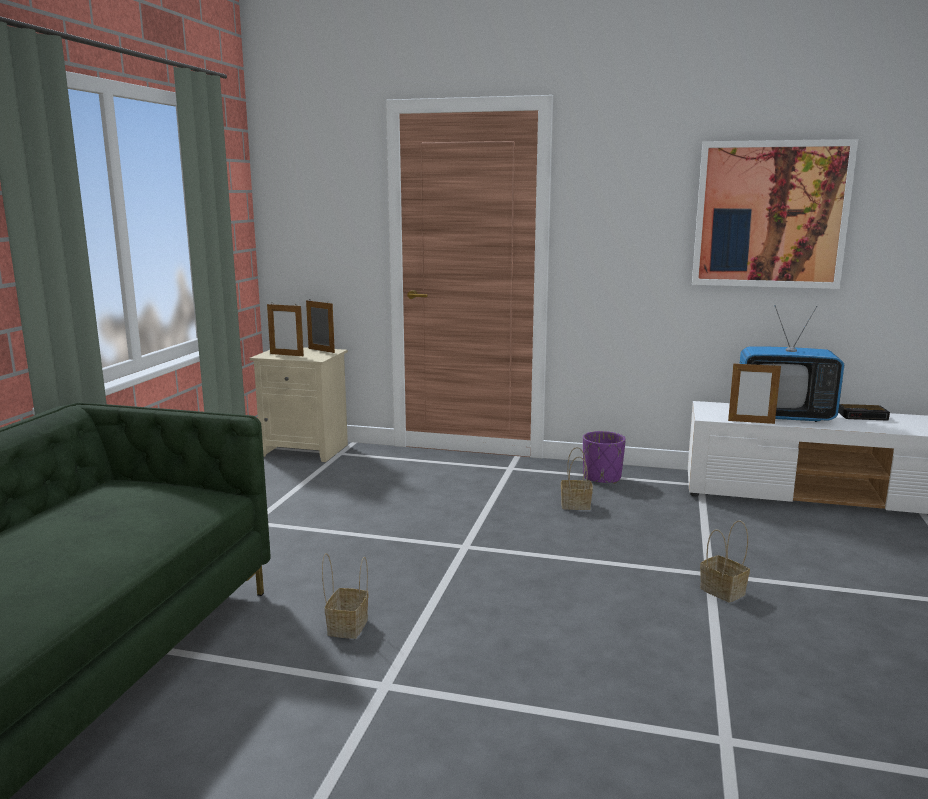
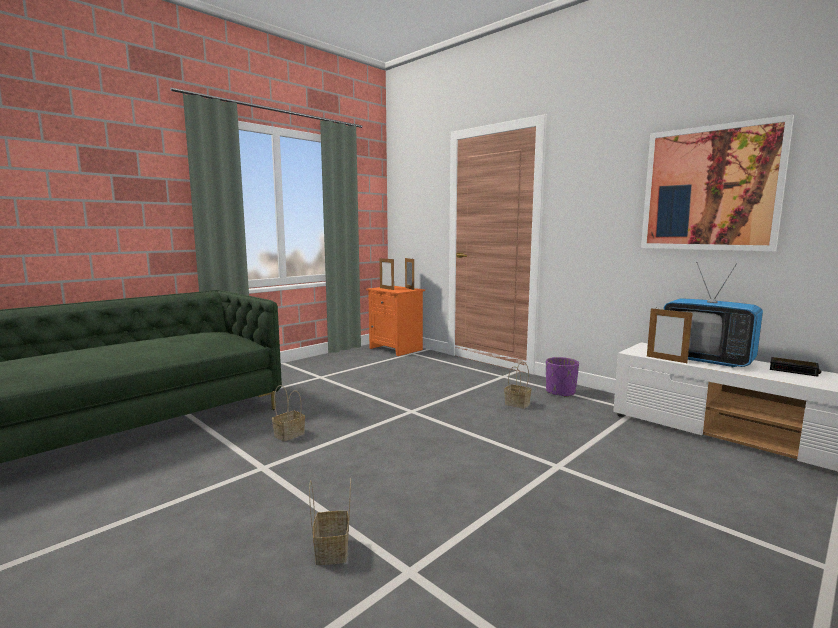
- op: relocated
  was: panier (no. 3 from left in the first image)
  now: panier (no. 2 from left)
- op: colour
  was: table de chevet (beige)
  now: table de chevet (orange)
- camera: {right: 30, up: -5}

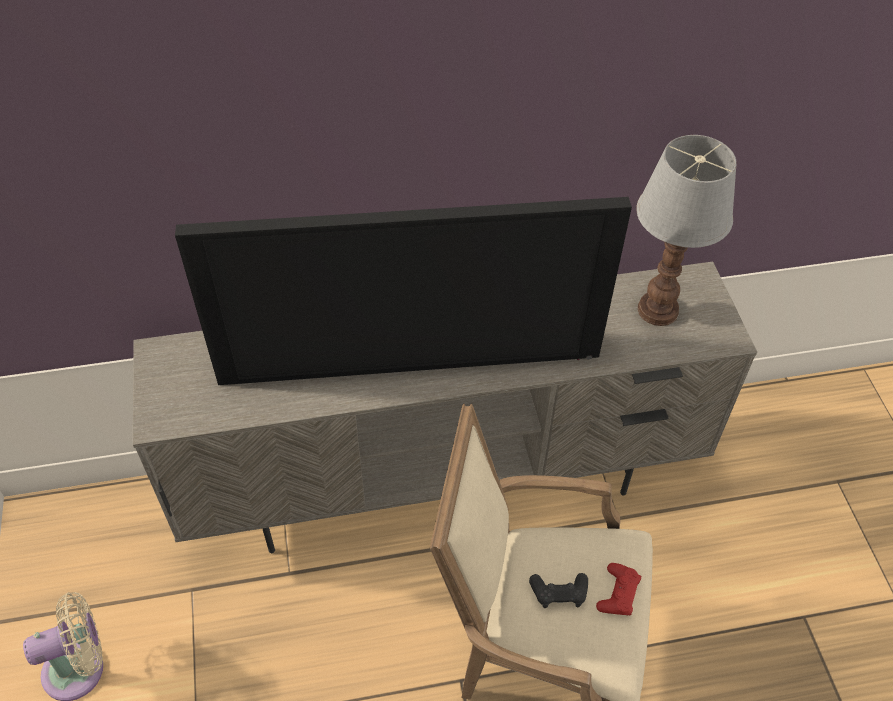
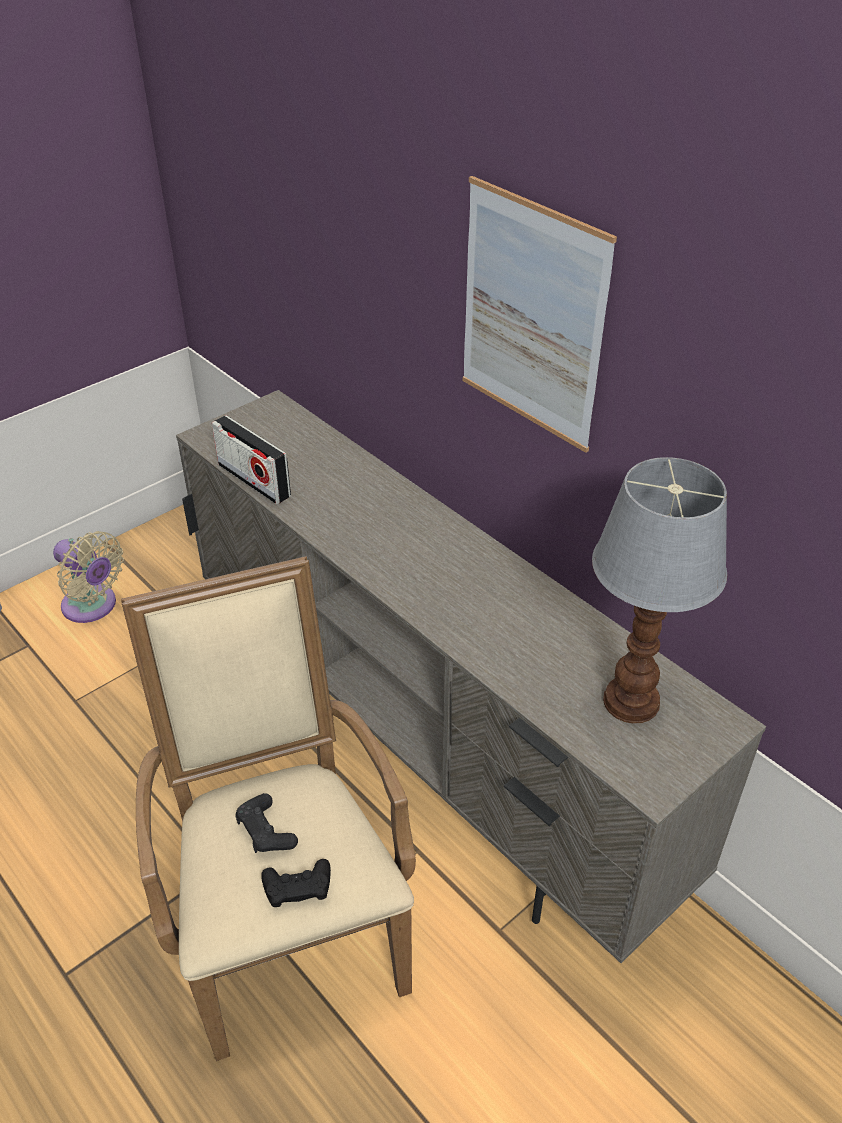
- op: appeared
  now: radio
- op: colour
  was: manette (rouge)
  now: manette (noir) (no. 2 from left)
- op: appeared
  now: tableau
- op: missing
  was: téléviseur
- camera: {right: 60, up: -10}

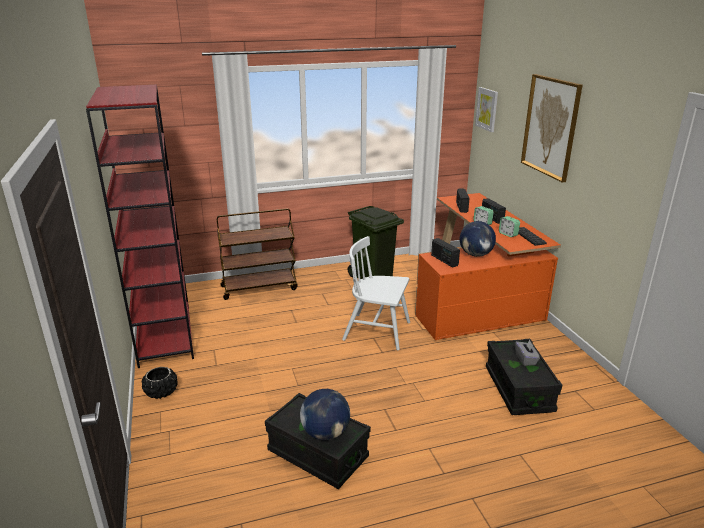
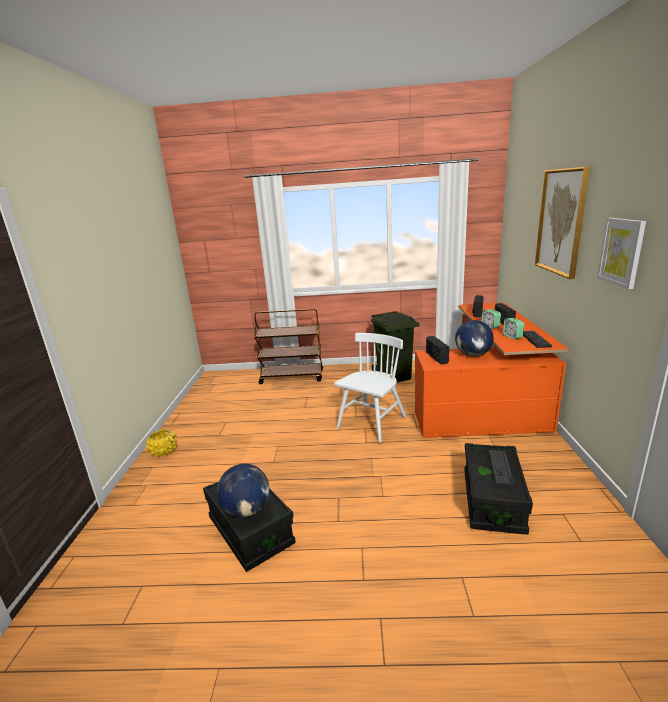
- op: colour
  was: cache-pot (noir)
  now: cache-pot (jaune)
- op: spun
  was: chaise (blanc)
  clockwise: 90
- op: exchanged
  was: boîte à mouchoirs (gris)
  now: clavier (no. 1 from left)
- op: relocated
  was: tableau (no. 1 from left in the first image)
  now: tableau (no. 2 from left)
- op: missing
  was: bibliothèque (rouge)
- camera: {right: 20, up: -5}

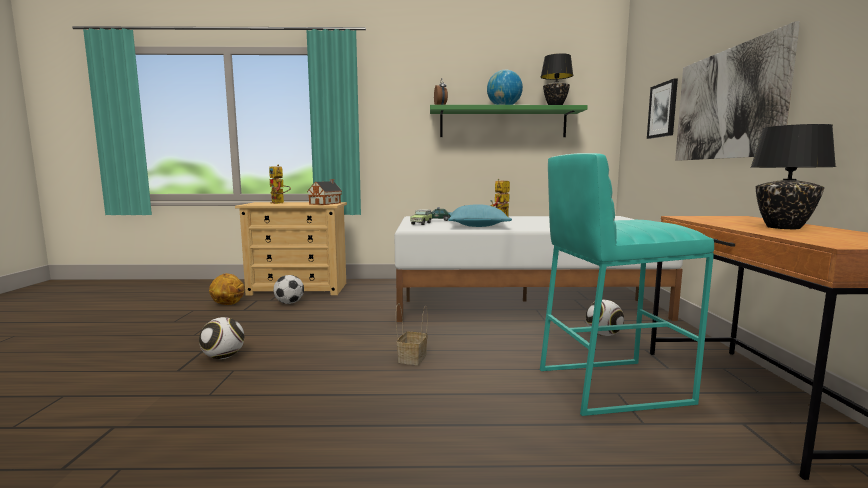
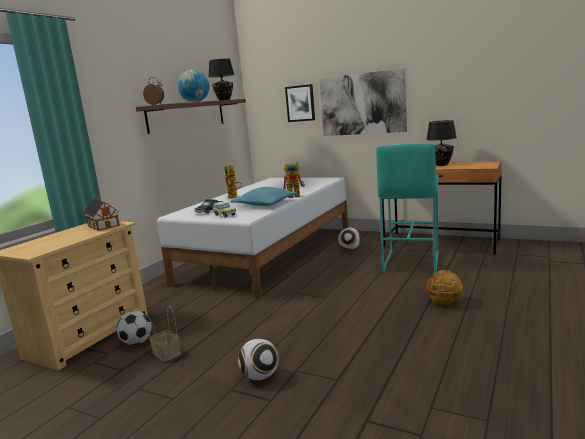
- op: colour
  was: étagère (vert)
  now: étagère (marron)
- op: relocated
  was: panier
- op: relocated
  was: robot jouet (no. 1 from left in the first image)
  now: robot jouet (no. 2 from left)
- op: relocated
  was: ballon de basket
- camera: {right: -60, up: 5}

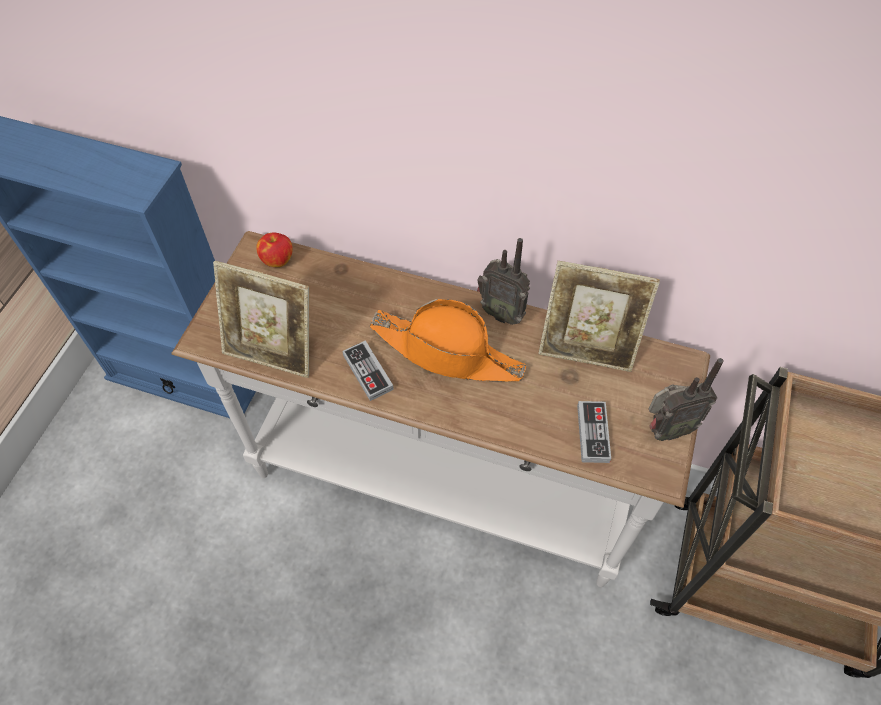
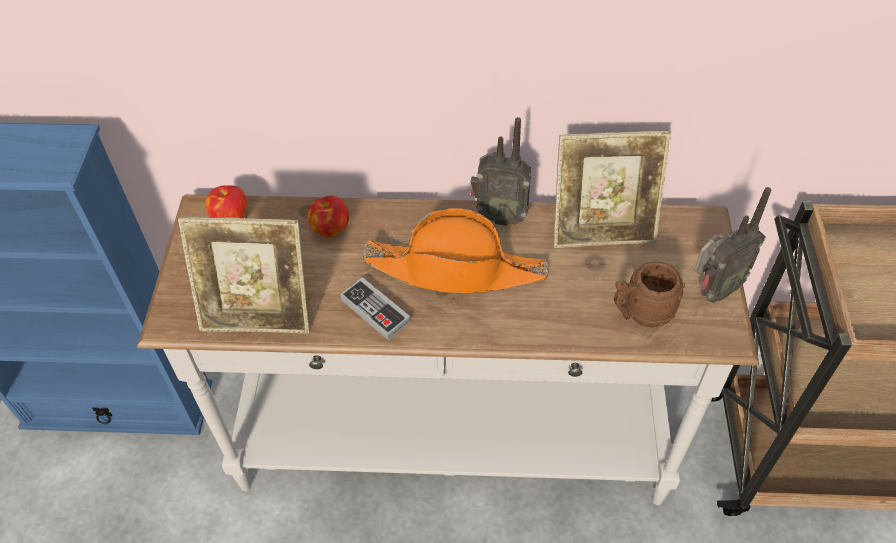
- op: appeared
  now: pomme (no. 2 from left)
- op: exchanged
  was: manette (no. 2 from left)
  now: mug (marron)
- camera: {right: -15, up: -5}

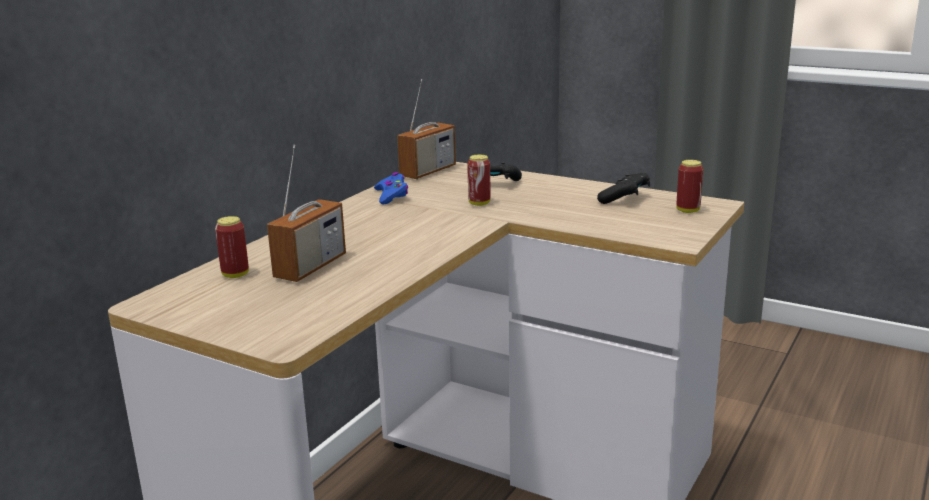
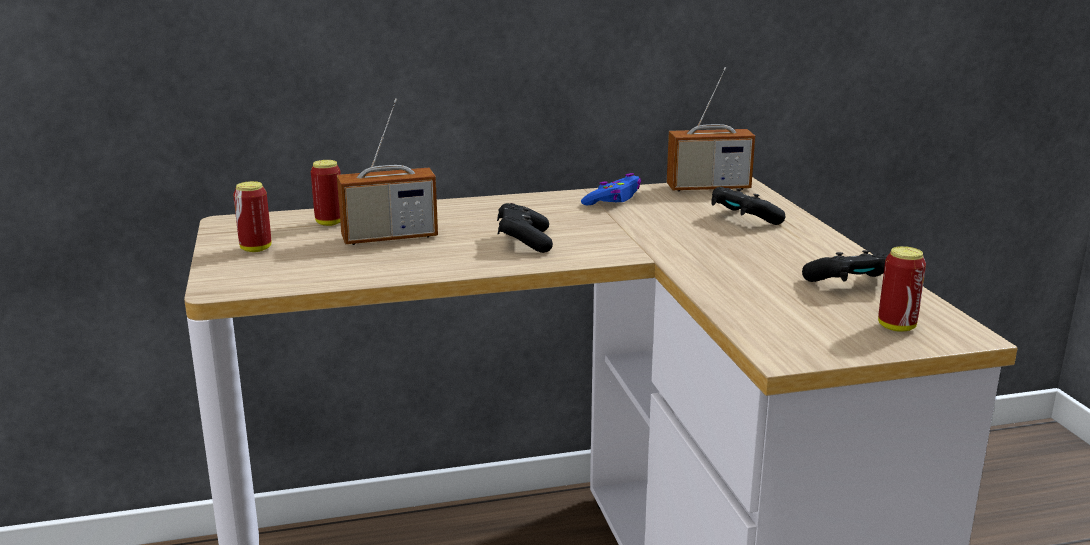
- op: relocated
  was: boîte métallique (no. 2 from left in the first image)
  now: boîte métallique (no. 1 from left)
- op: appeared
  now: manette (noir) (no. 1 from left)
- camera: {right: 45, up: 0}

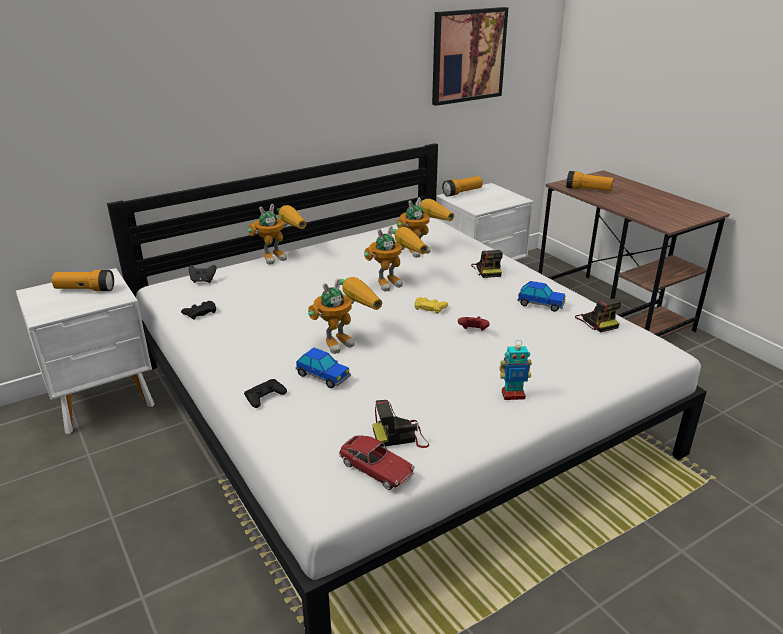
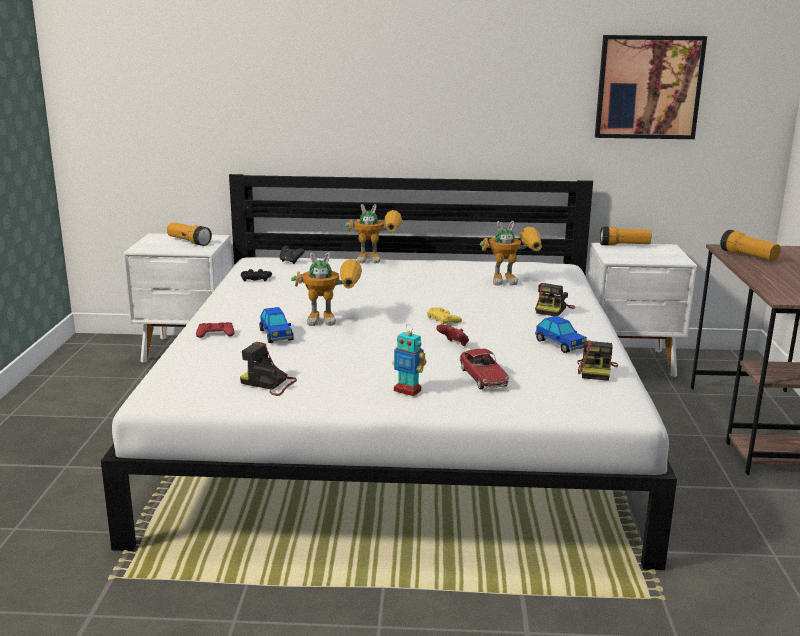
- op: colour
  was: manette (noir) (no. 3 from left)
  now: manette (rouge) (no. 1 from left)
- op: relocated
  was: petite voiture (no. 2 from left)
- op: missing
  was: robot jouet (no. 3 from left)
- camera: {right: 35, up: -10}

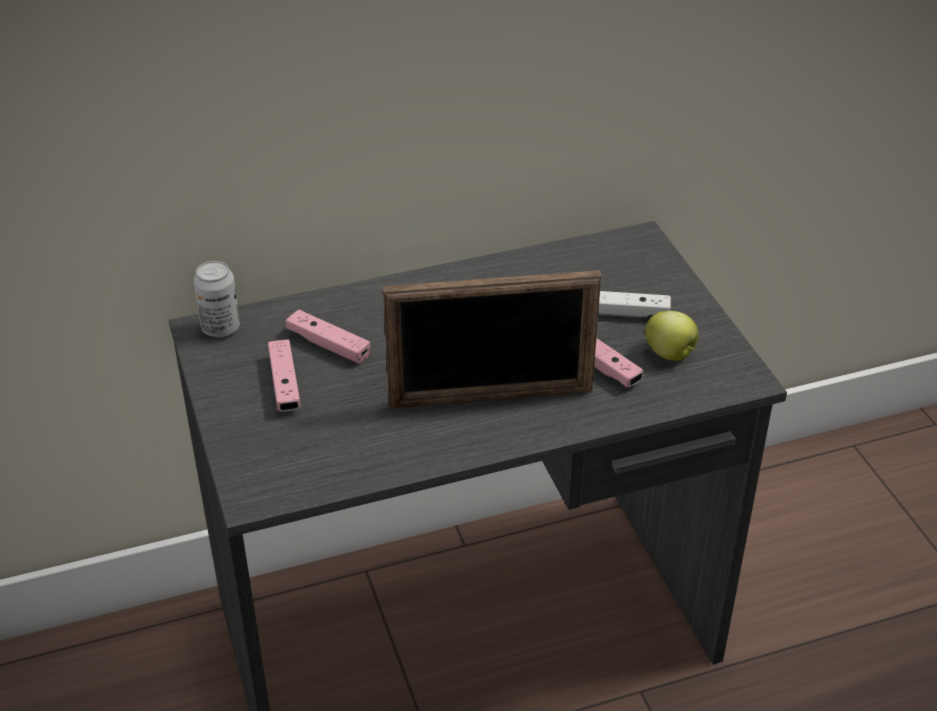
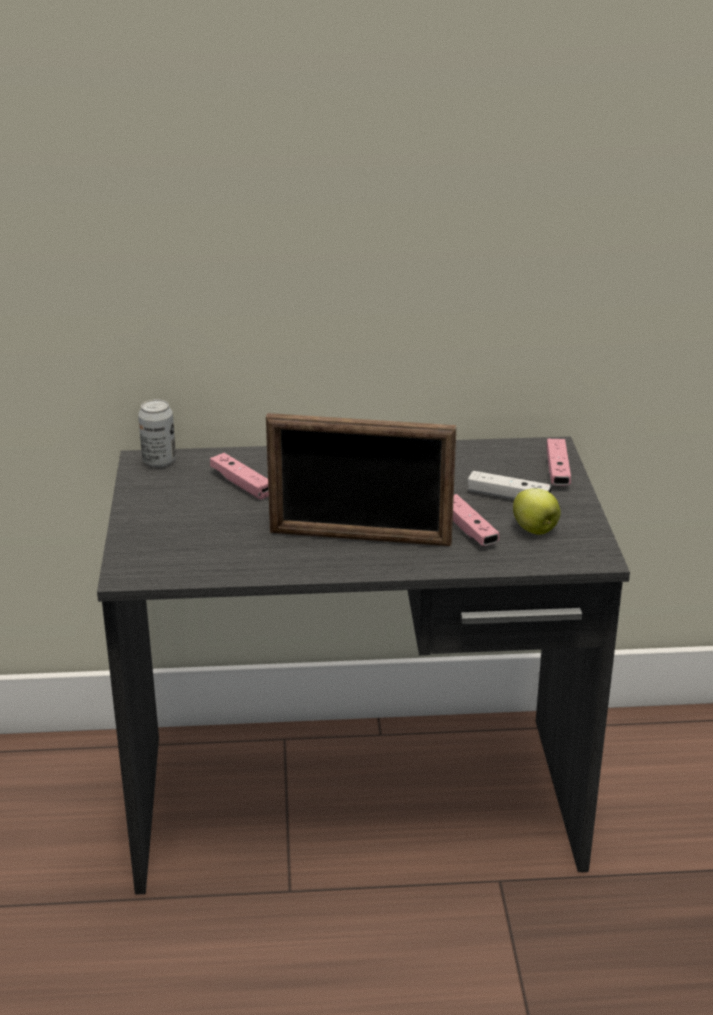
- op: relocated
  was: manette (rose) (no. 1 from left in the first image)
  now: manette (rose) (no. 3 from left)
- camera: {right: 15, up: -10}

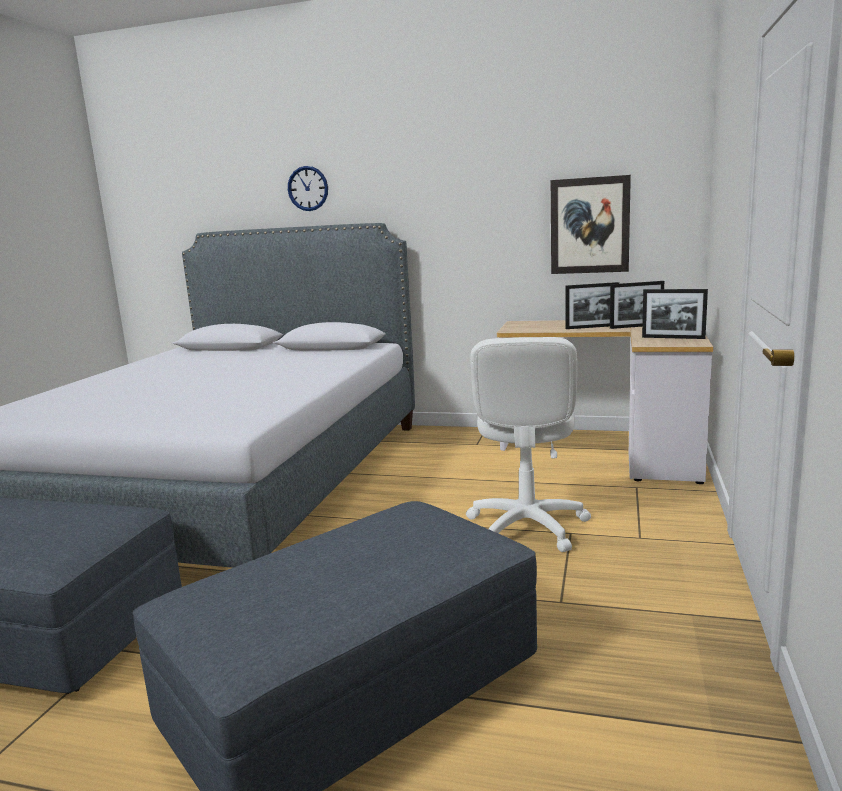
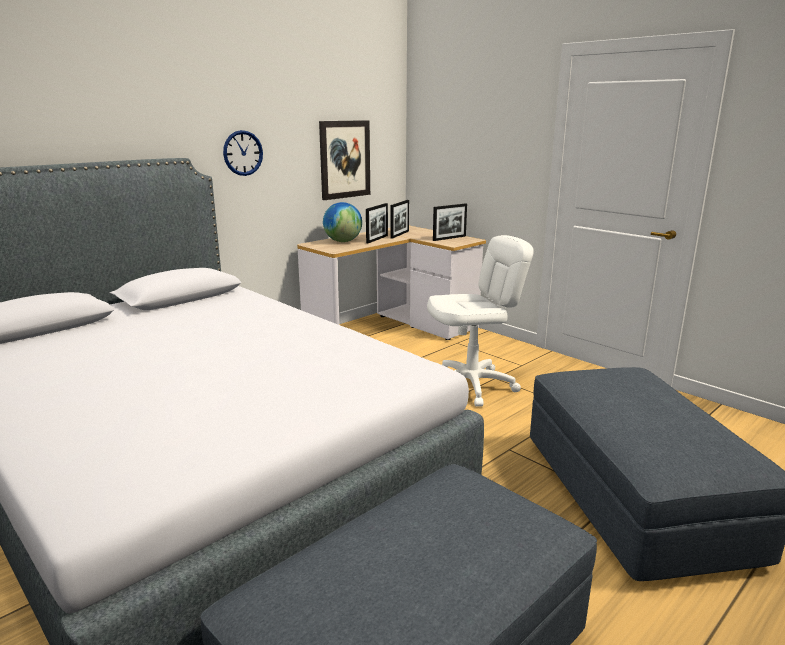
- op: relocated
  was: horloge murale
- op: appeared
  now: globe
- op: spun
  was: chaise de bureau (blanc)
  clockwise: -60
- camera: {right: -60, up: 5}

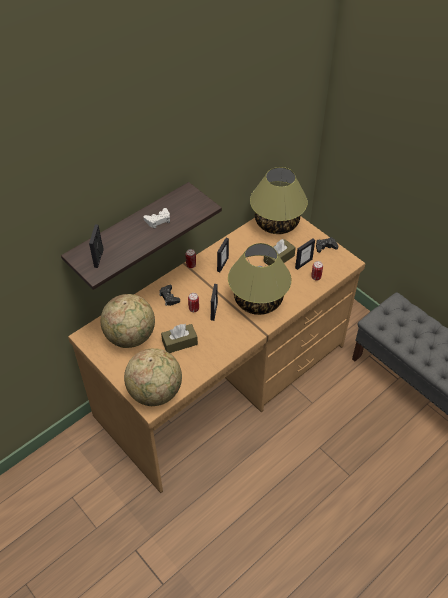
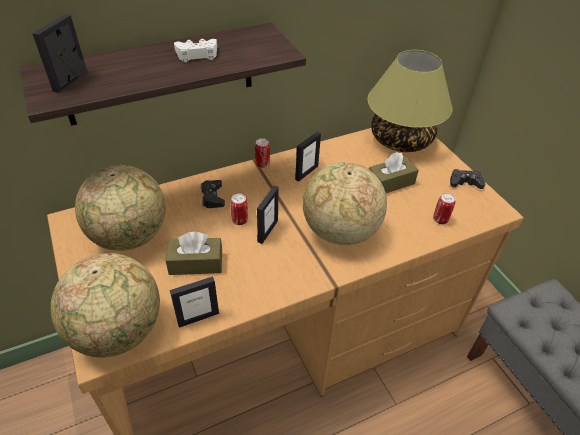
- op: relocated
  was: cadre photo (no. 4 from left in the first image)
  now: cadre photo (no. 2 from left)
- op: exchanged
  was: lampe de table (no. 1 from left)
  now: globe (no. 3 from left)
- camera: {right: 15, up: -5}

